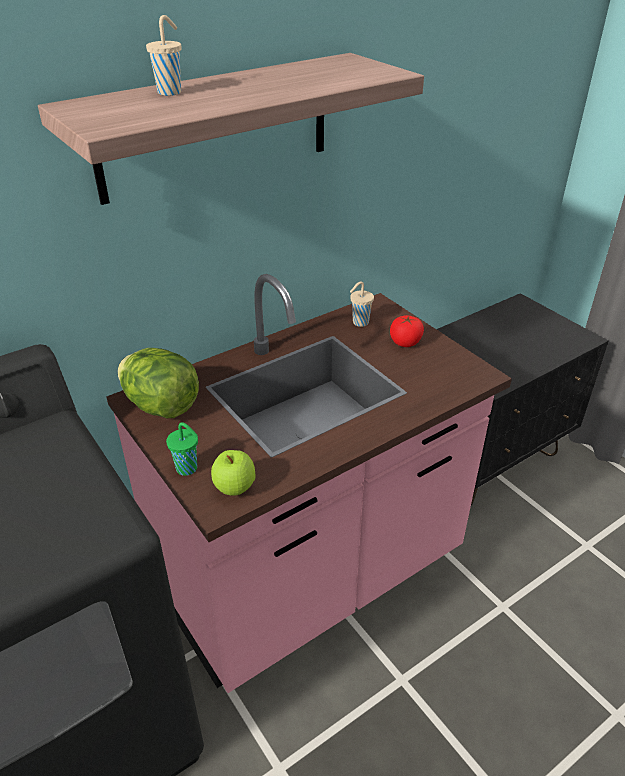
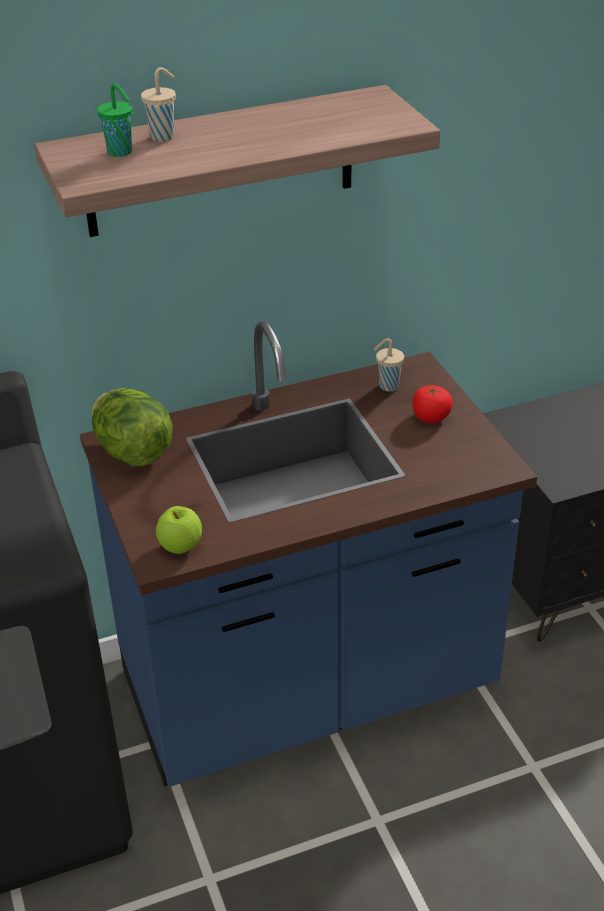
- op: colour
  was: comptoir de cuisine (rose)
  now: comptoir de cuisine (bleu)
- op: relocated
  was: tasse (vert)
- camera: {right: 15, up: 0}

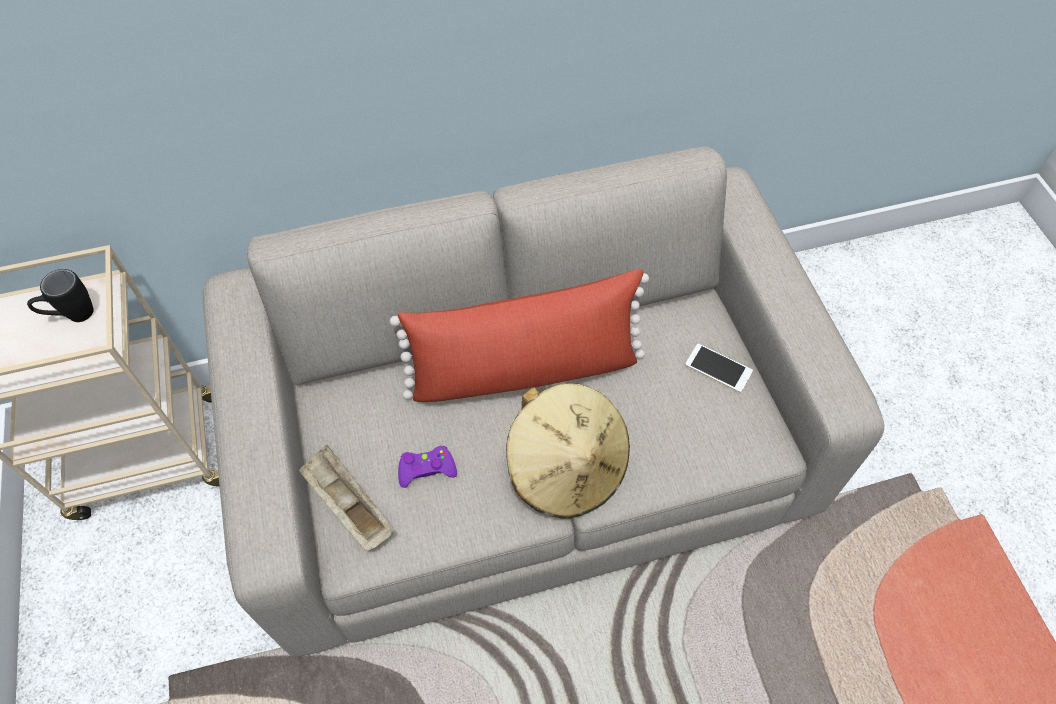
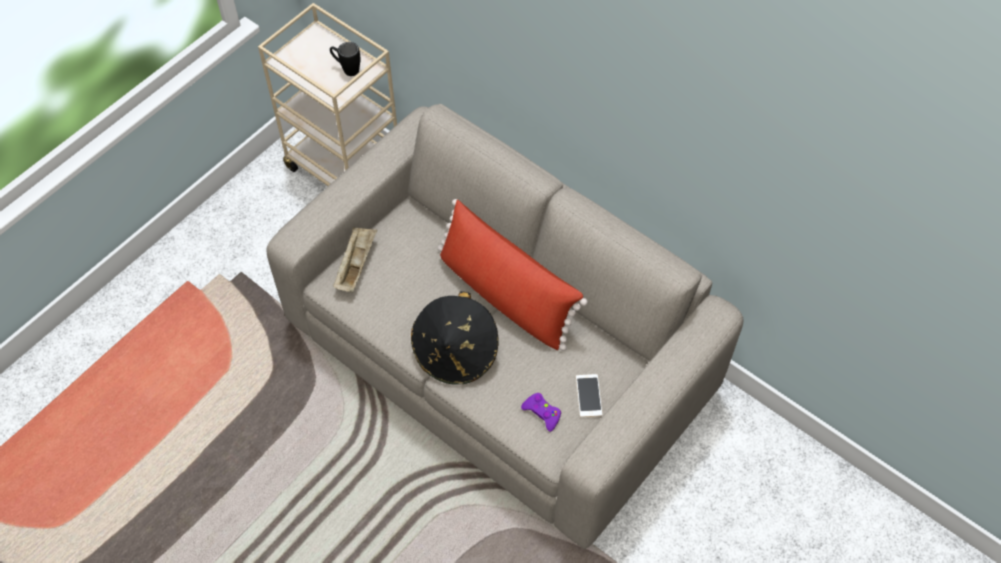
- op: colour
  was: chapeau (beige)
  now: chapeau (noir)
- op: relocated
  was: manette (violet)
- camera: {right: 55, up: 0}

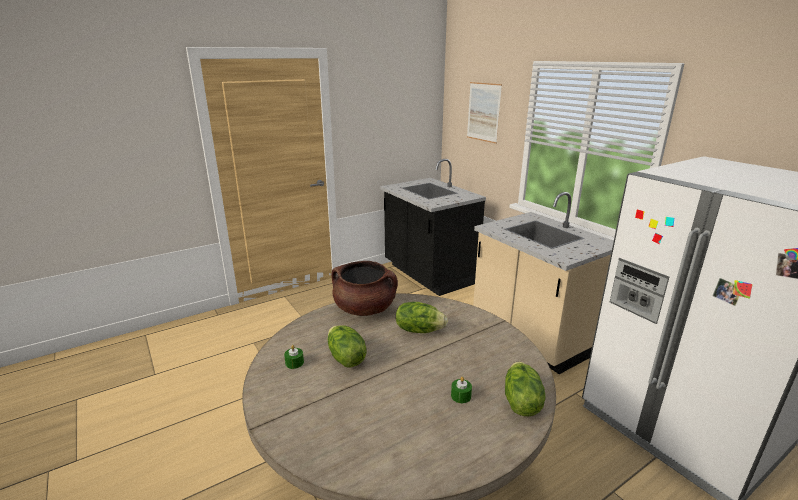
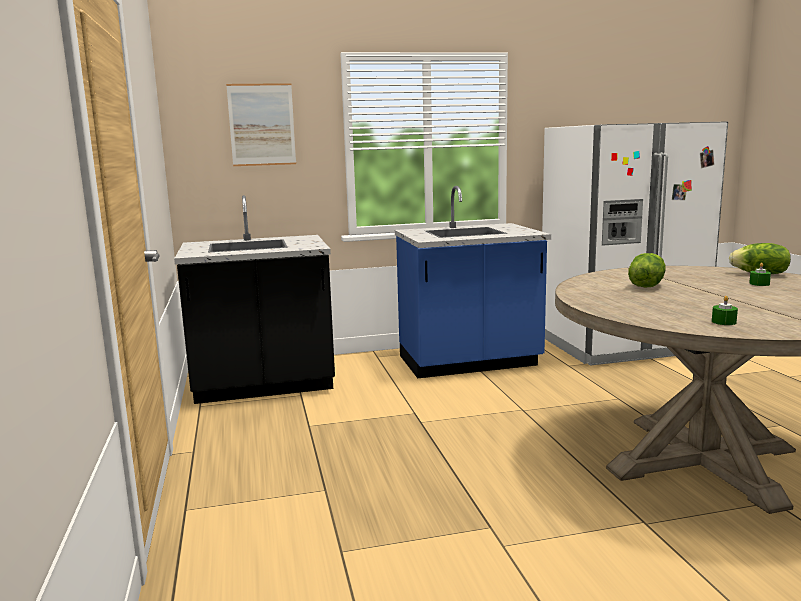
- op: colour
  was: comptoir de cuisine (beige)
  now: comptoir de cuisine (bleu)
- op: missing
  was: laitue (no. 1 from left)
- op: missing
  was: marmite (marron)
- camera: {right: -70, up: -10}

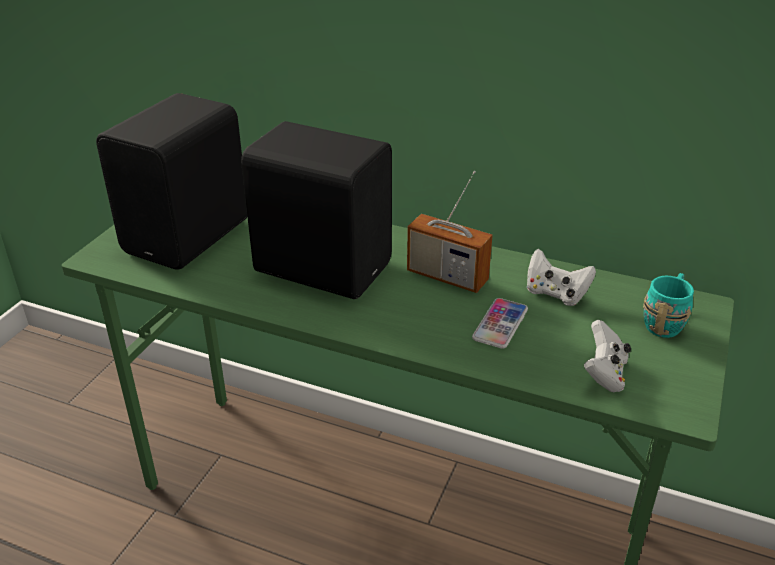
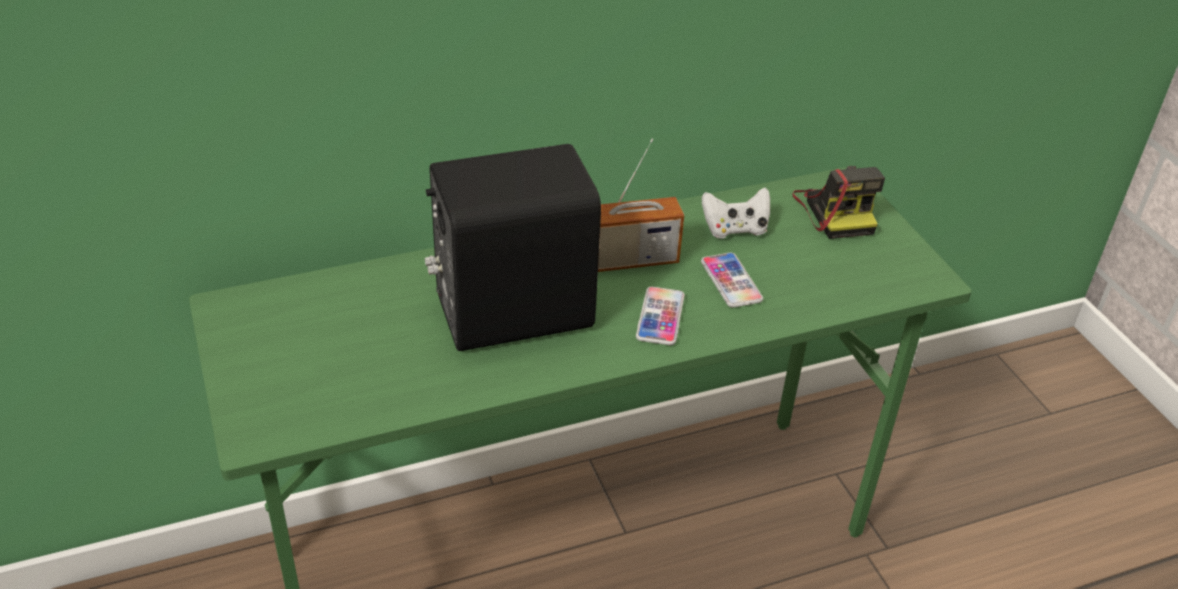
- op: appeared
  now: téléphone (no. 1 from left)
- op: exchanged
  was: mug (turquoise)
  now: appareil photo
- op: missing
  was: enceinte (noir) (no. 1 from left)
- op: missing
  was: manette (blanc) (no. 2 from left)
- camera: {right: -45, up: 5}

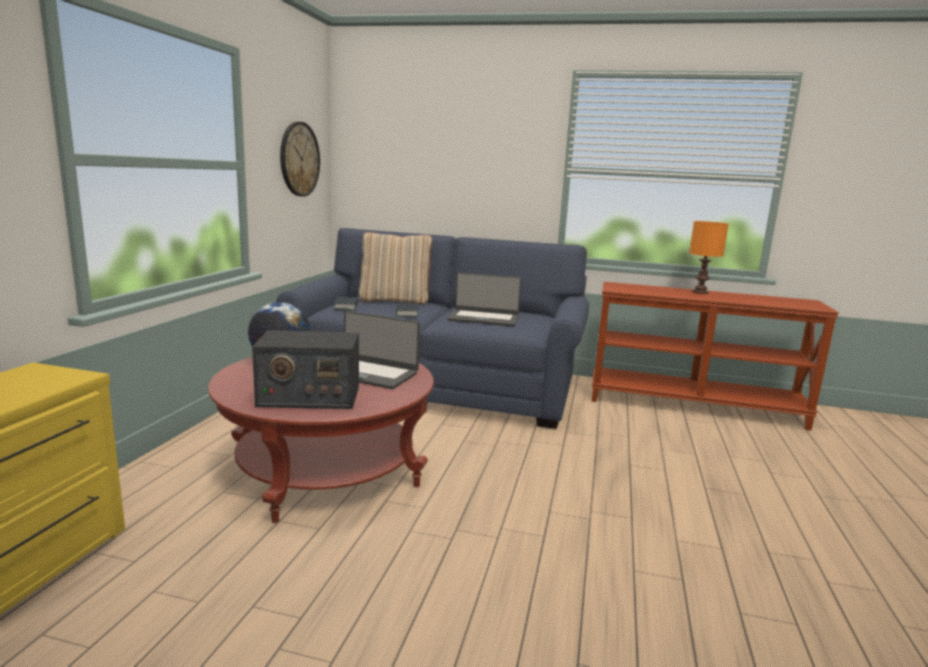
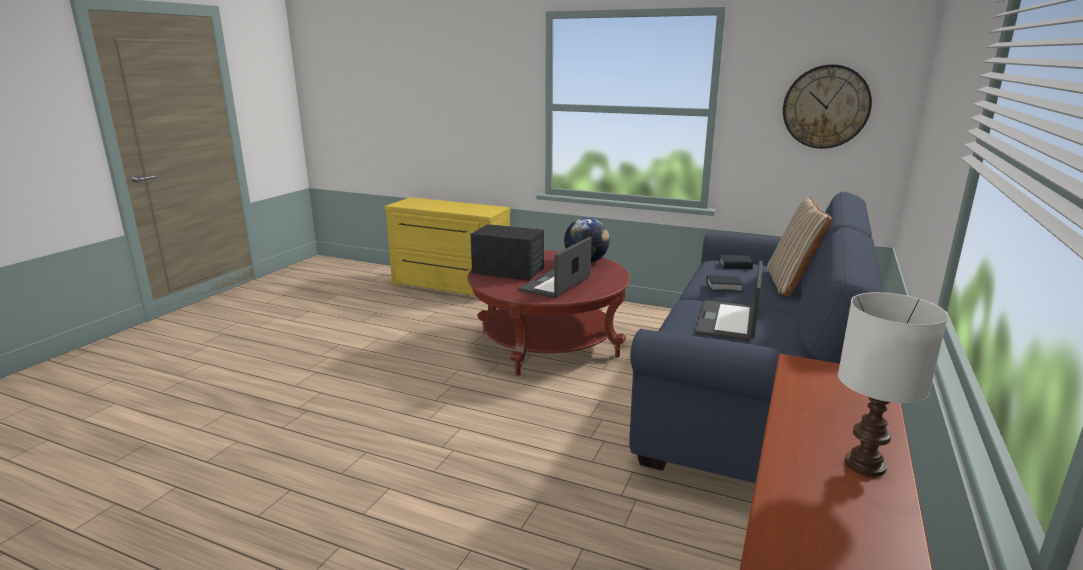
- op: spun
  was: radio
  clockwise: 105
- op: colour
  was: lampe de table (orange)
  now: lampe de table (blanc)
- camera: {right: 100, up: 5}

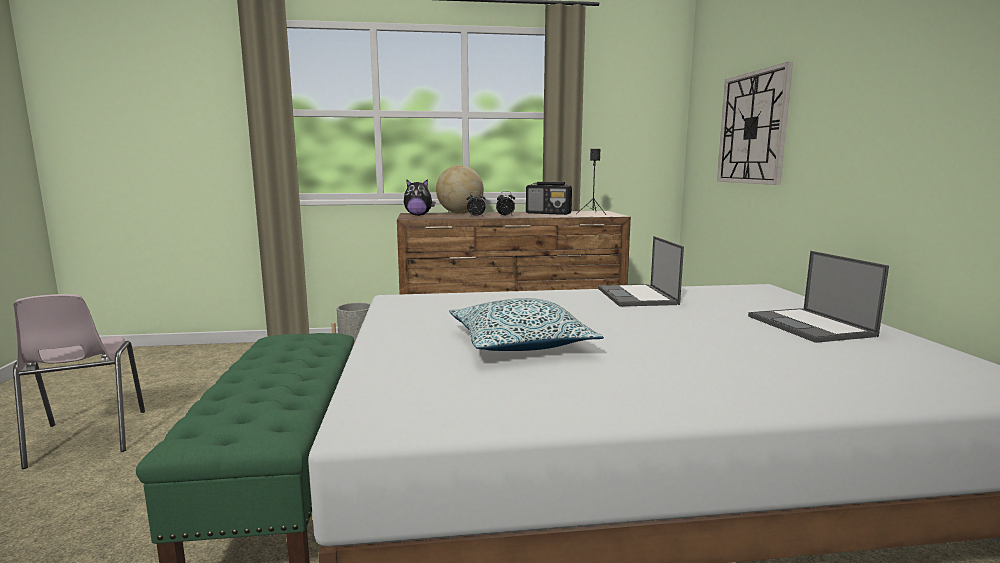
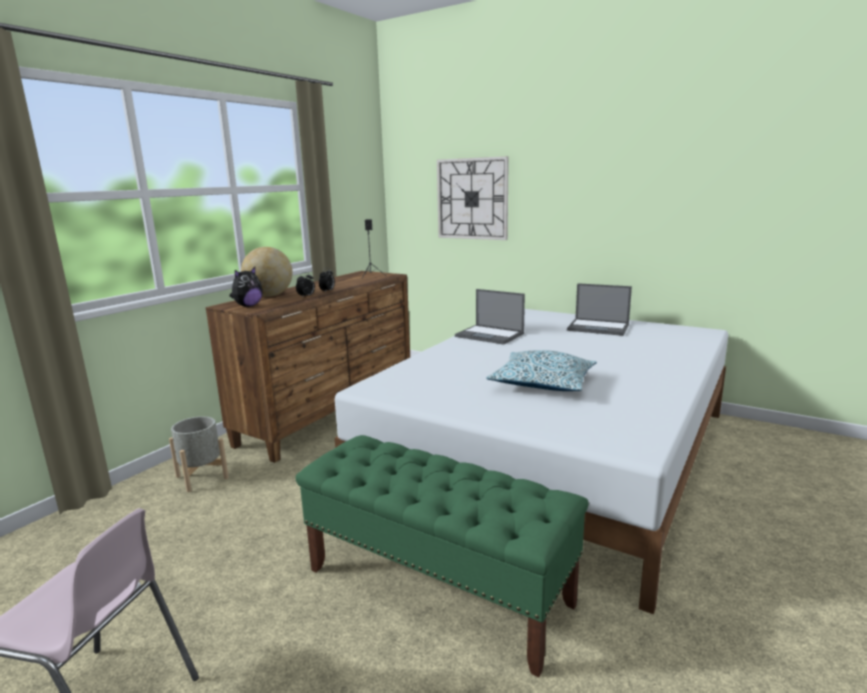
- op: missing
  was: radio
- camera: {right: -50, up: 5}

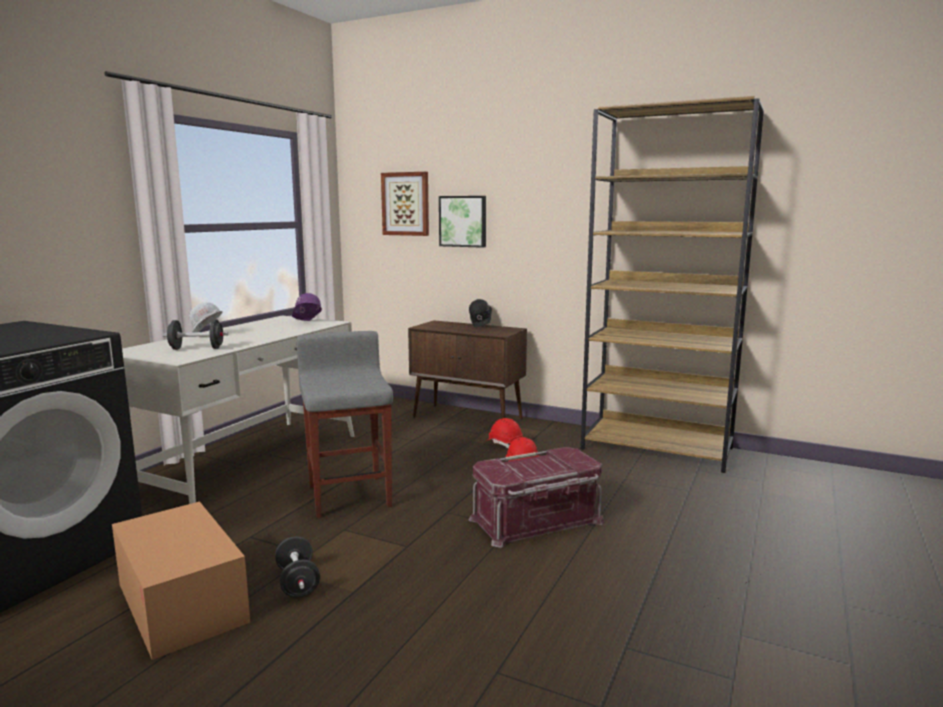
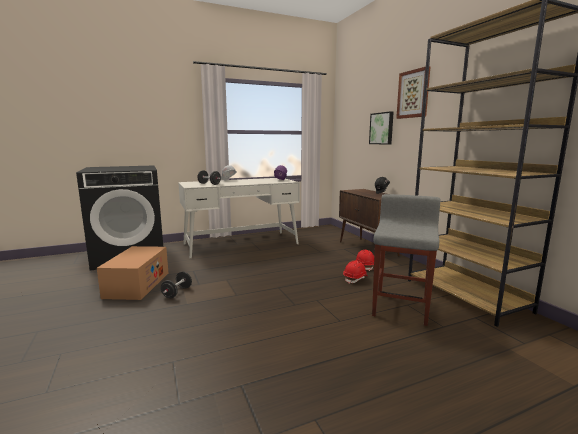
- op: relocated
  was: tabouret (gris)
- op: relocated
  was: tableau (no. 1 from left in the first image)
  now: tableau (no. 2 from left)
- op: missing
  was: boîte de rangement (rouge)
- camera: {right: 40, up: 0}

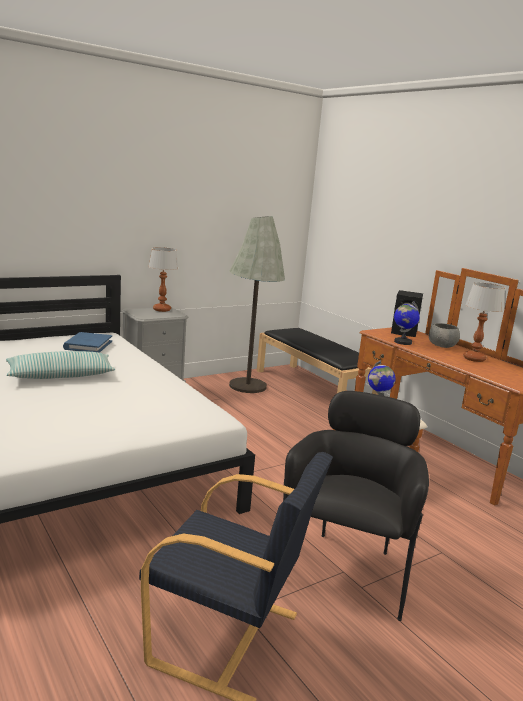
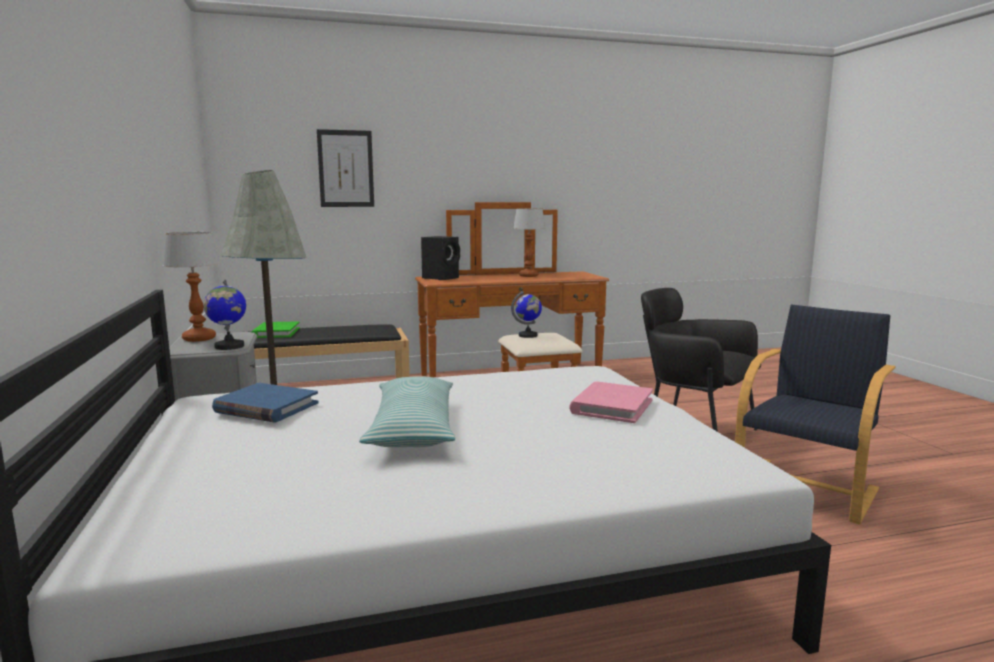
- op: relocated
  was: globe (no. 2 from left in the first image)
  now: globe (no. 1 from left)
- op: appeared
  now: livre (vert)
- op: appeared
  now: tableau
- op: appeared
  now: livre (rose)
- op: missing
  was: bol (gris)
- camera: {right: -70, up: -5}

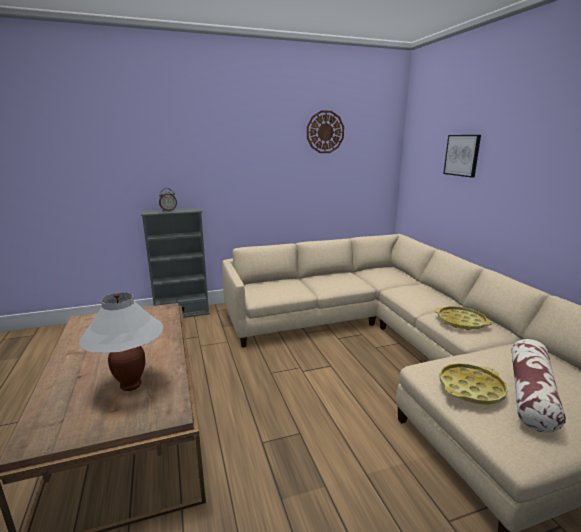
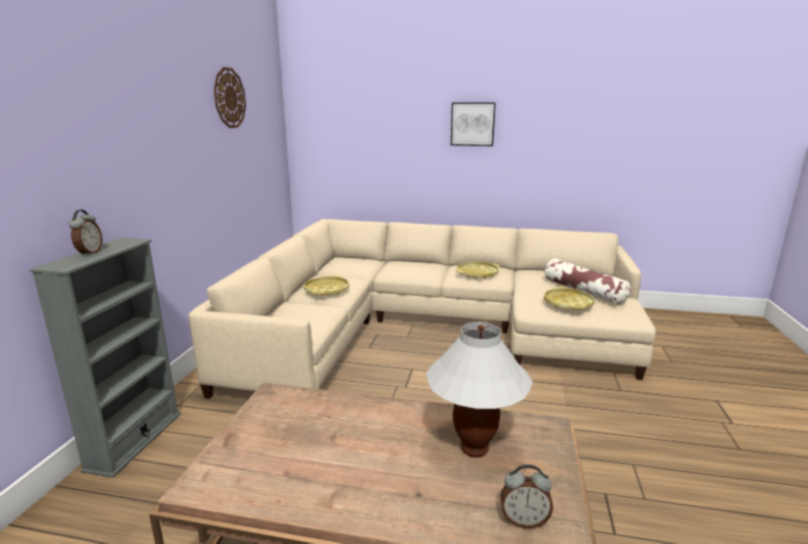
- op: appeared
  now: plateau (jaune) (no. 1 from left)
- op: relocated
  was: tableau
- op: appeared
  now: réveil (no. 2 from left)
- camera: {right: -60, up: 0}

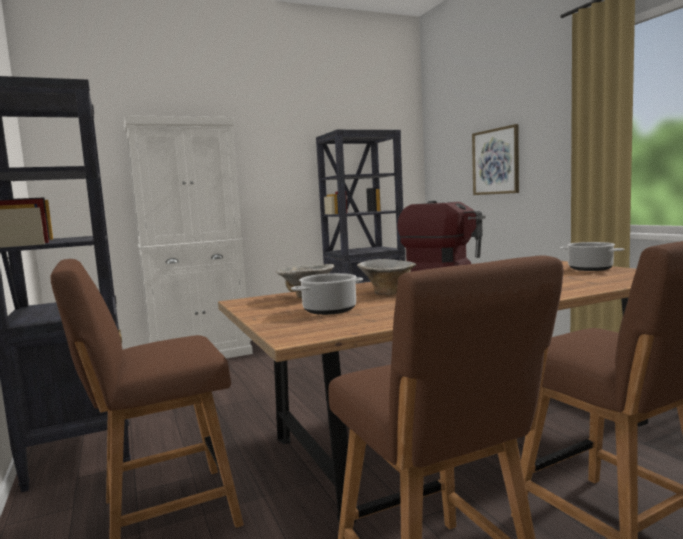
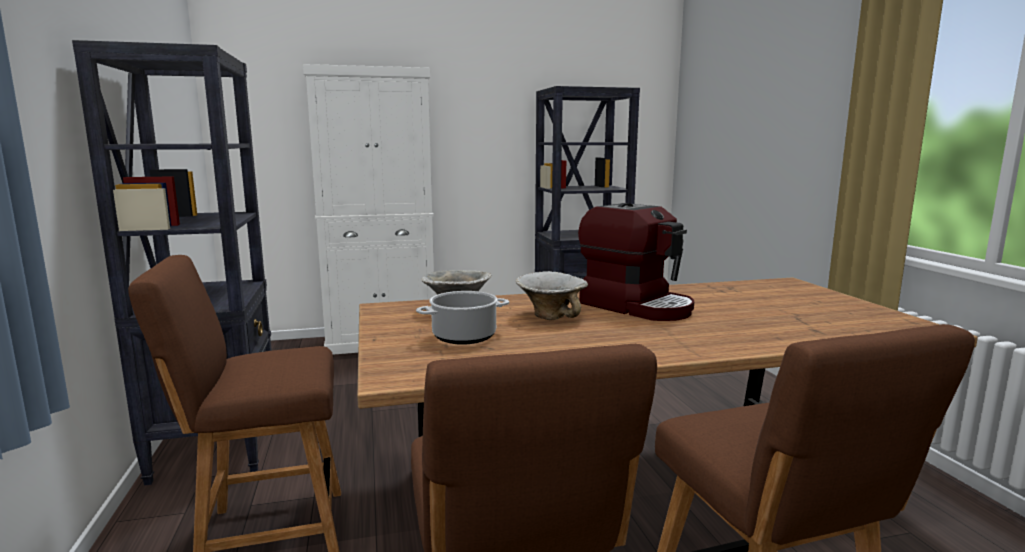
- op: missing
  was: tableau
- op: missing
  was: marmite (no. 2 from left)
- camera: {right: 10, up: 5}

